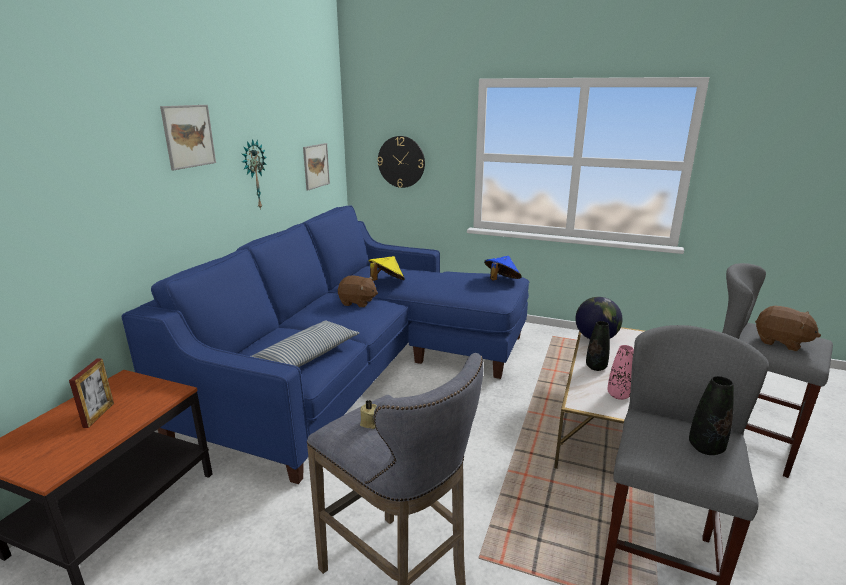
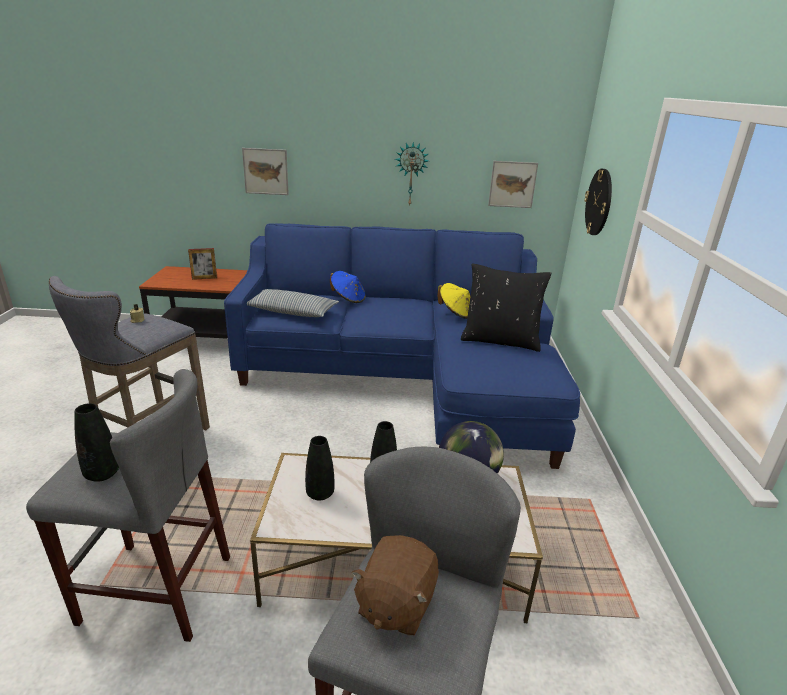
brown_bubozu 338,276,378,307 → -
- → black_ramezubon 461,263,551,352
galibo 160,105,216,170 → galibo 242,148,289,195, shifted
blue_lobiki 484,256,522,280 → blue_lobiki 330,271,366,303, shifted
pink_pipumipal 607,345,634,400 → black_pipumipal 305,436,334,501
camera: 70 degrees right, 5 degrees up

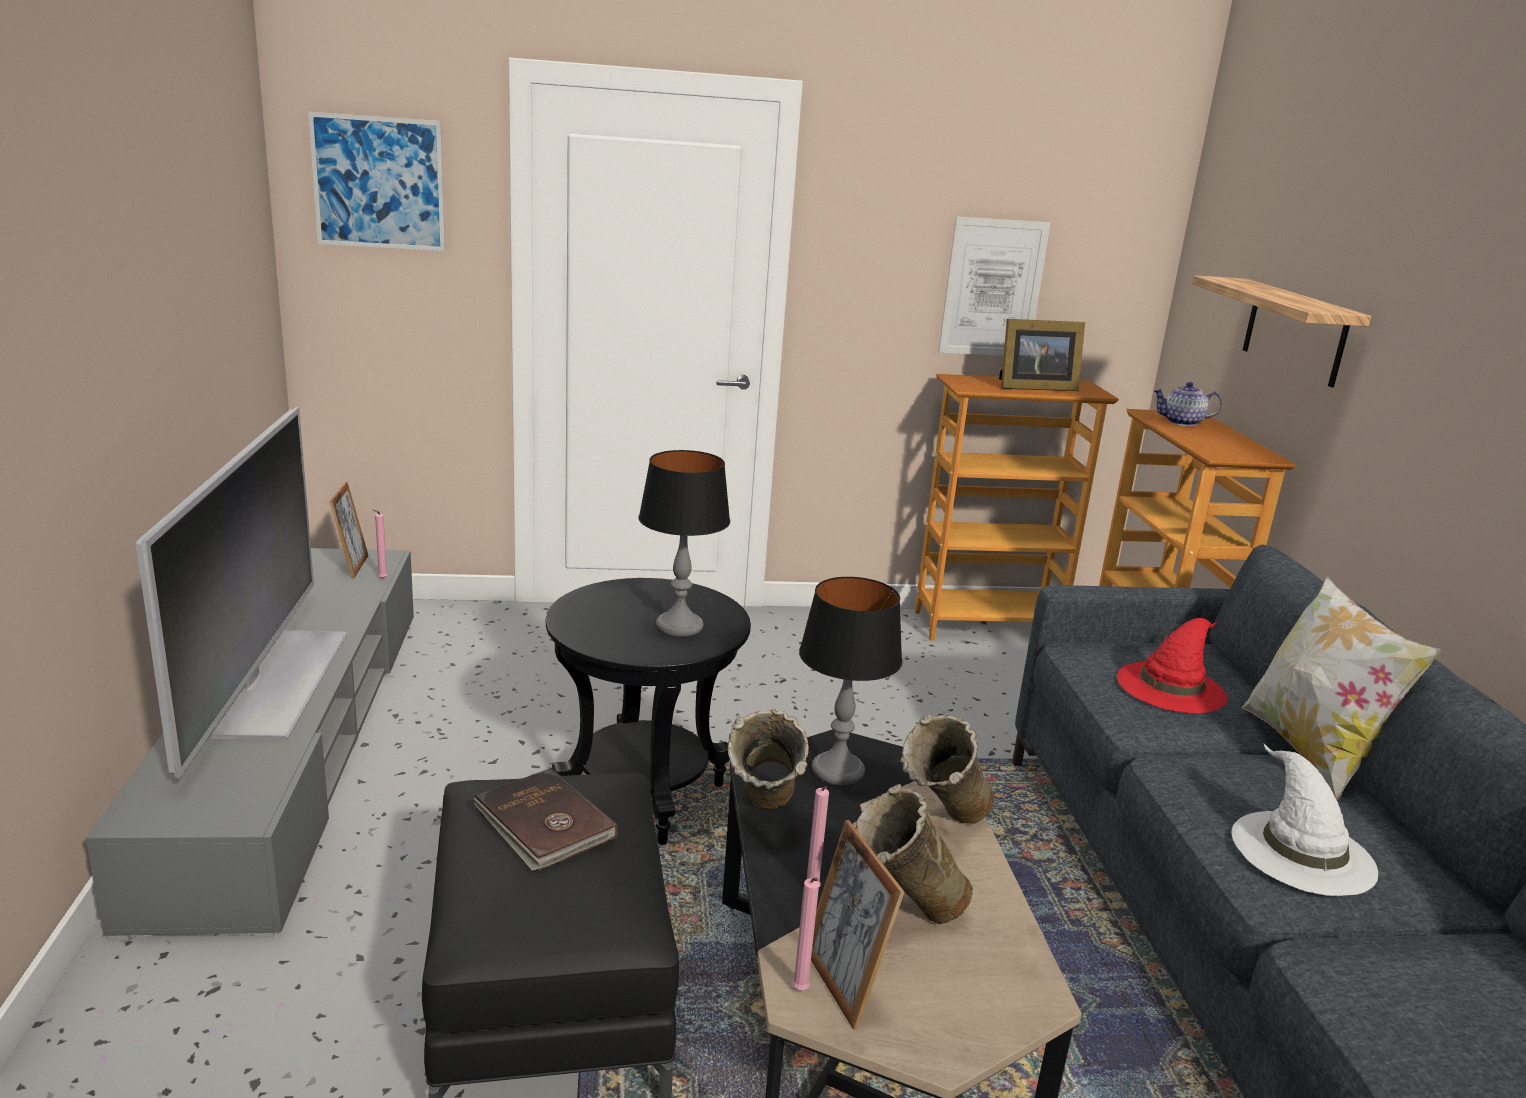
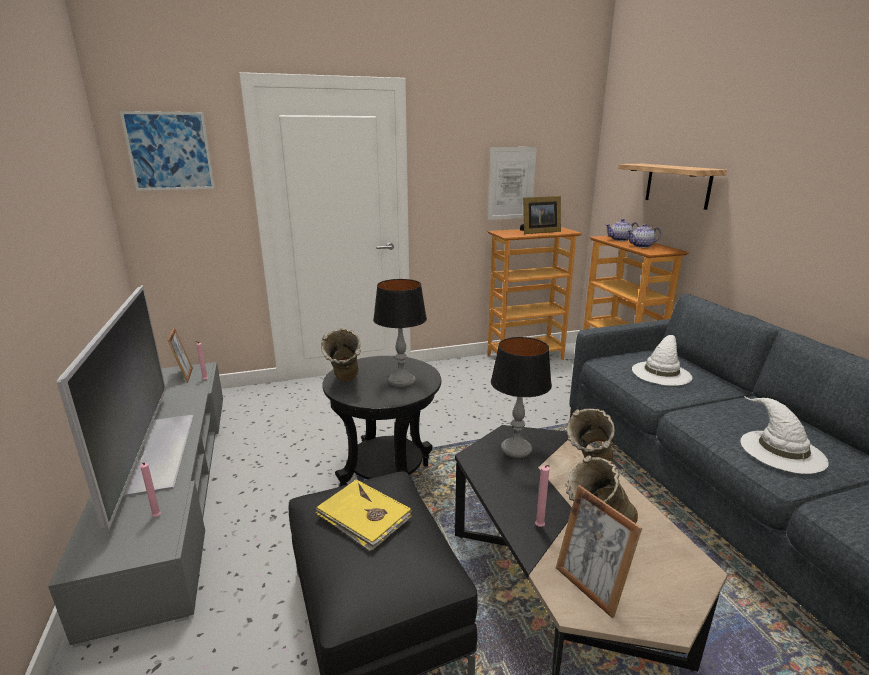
ramezubon 1241,576,1441,801 → -
- → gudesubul 627,224,661,248
beige_pipumipal 728,709,809,809 → beige_pipumipal 321,328,361,381, shifted
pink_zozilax 792,878,819,990 → pink_zozilax 140,462,161,517, shifted
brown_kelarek 474,768,618,871 → yellow_kelarek 316,480,412,551
red_lobiki 1117,618,1227,713 → white_lobiki 632,335,692,386
camera: 10 degrees left, 0 degrees up

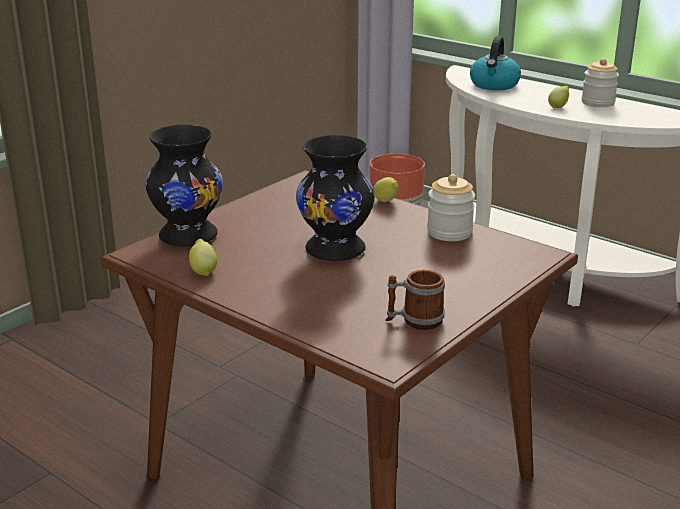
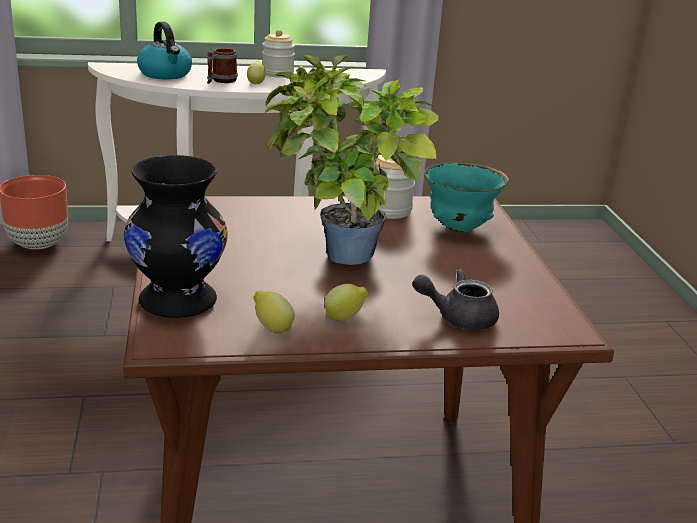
- → grey_gudesubul 412,269,499,330
- → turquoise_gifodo 424,162,510,232
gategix 374,177,399,202 → gategix 324,284,369,321, shifted
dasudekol 385,270,445,330 → dasudekol 207,48,238,84, shifted
black_pipumipal 296,135,375,261 → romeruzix 265,55,438,265
camera: 50 degrees left, 0 degrees up

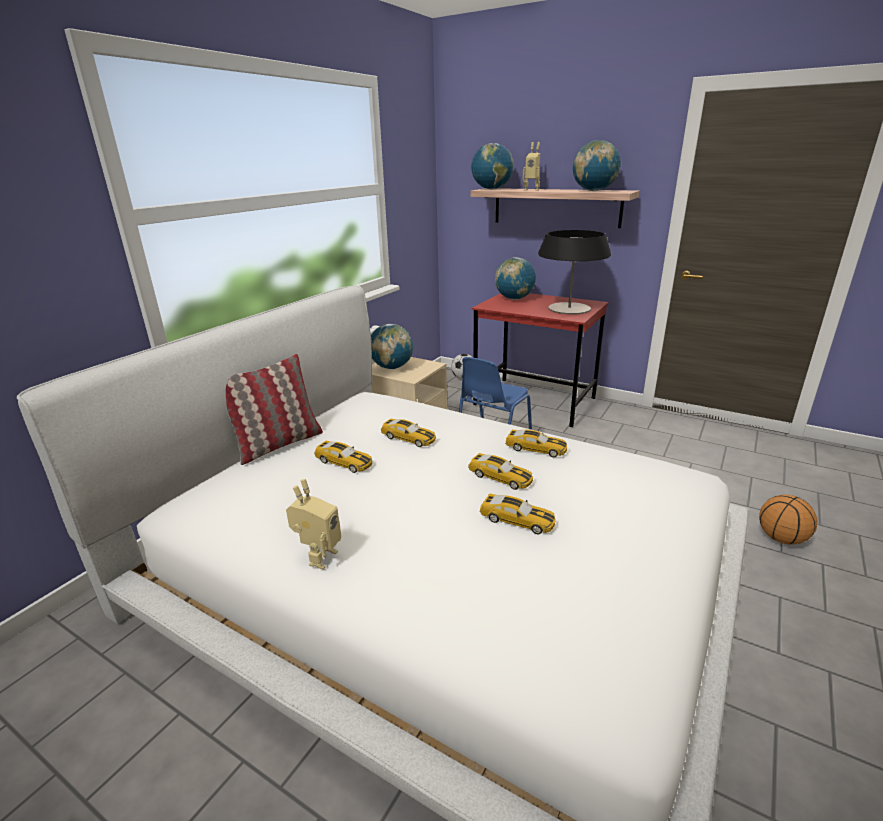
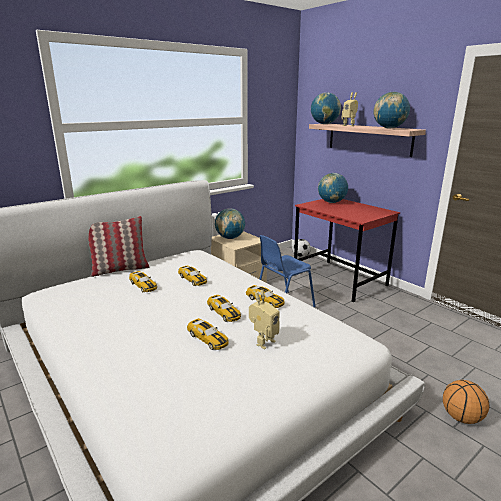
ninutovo 538,230,611,314 → -
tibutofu 286,479,341,570 → tibutofu 249,290,280,349, shifted
camera: 20 degrees right, 5 degrees down

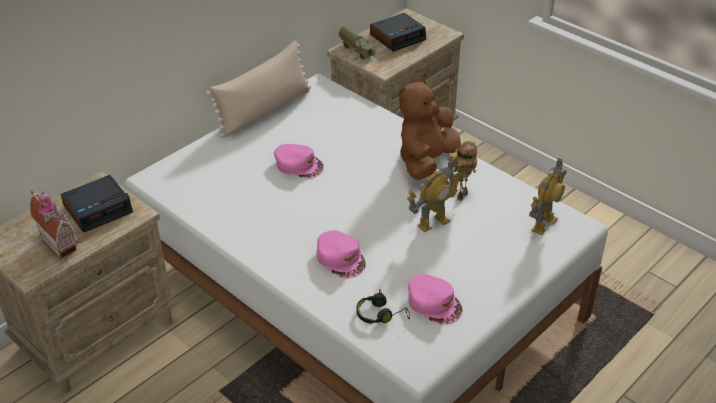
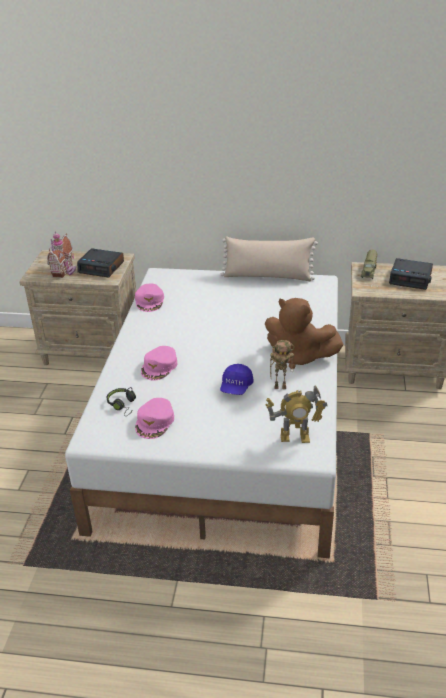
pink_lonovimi 274,144,324,179 → pink_lonovimi 135,284,164,312, shifted
tibutofu 407,160,463,232 → blue_lonovimi 220,364,254,395
brown_bubozu 399,77,461,180 → brown_bubozu 265,298,344,369, 150 degrees counterclockwise
camera: 55 degrees right, 5 degrees down

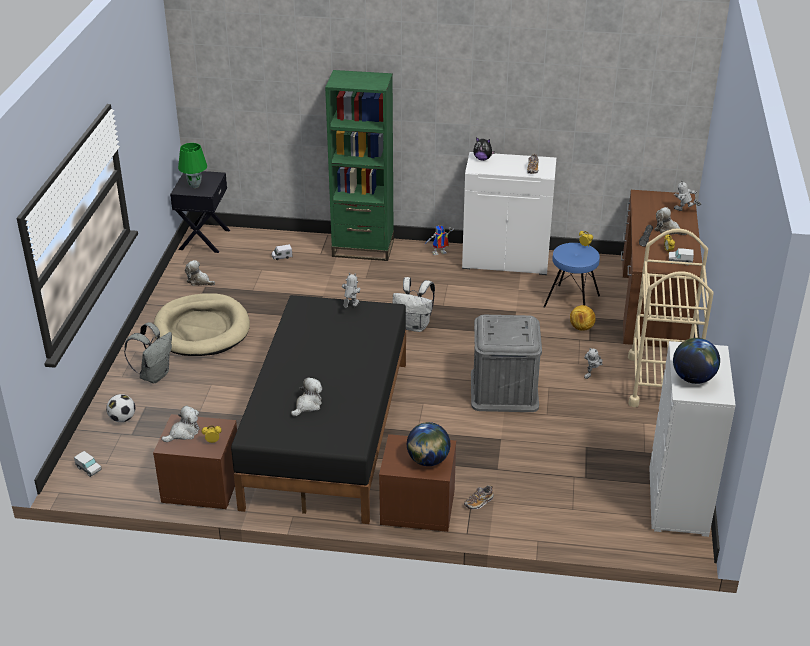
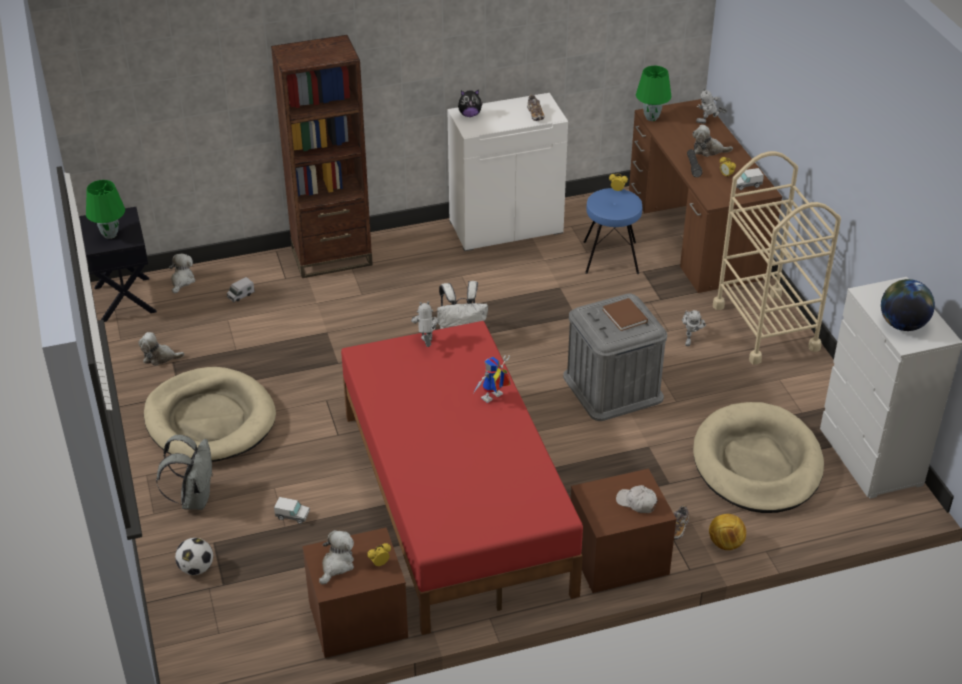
- → brown_kelarek 602,298,648,331
- → green_ninutovo 636,66,672,121
- → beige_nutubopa 693,402,824,513
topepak 74,451,102,477 → topepak 274,497,310,524, shifted
bubozu 291,377,322,416 → bubozu 169,254,196,294, shifted
tibutofu 424,226,454,255 → tibutofu 473,355,510,403, shifted
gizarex 570,305,596,331 → gizarex 709,514,746,550, shifted
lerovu 407,422,450,466 → white_lonovimi 616,485,658,513
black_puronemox 231,295,406,524 → red_puronemox 341,321,583,635
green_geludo 325,70,394,261 → brown_geludo 271,35,373,278
camera: 25 degrees left, 5 degrees up

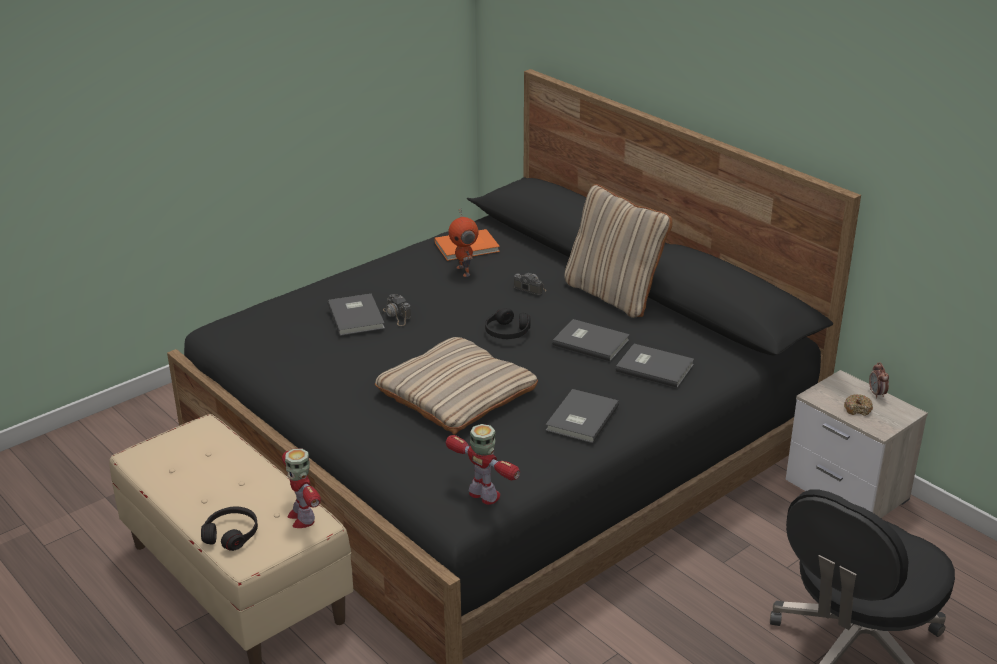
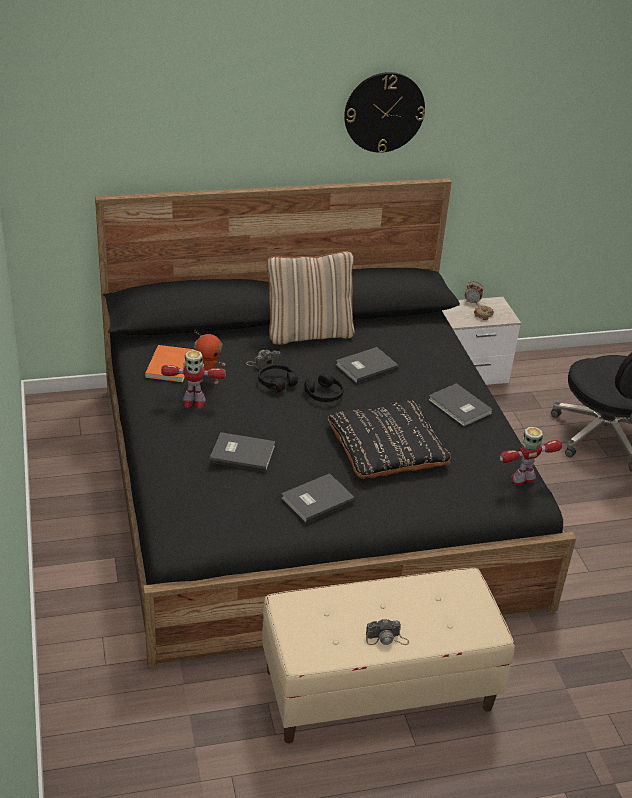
- → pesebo 344,72,425,153
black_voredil 201,506,258,551 → black_voredil 258,364,298,392, shifted
tibutofu 282,448,321,528 → tibutofu 161,350,226,408, shifted
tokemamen 383,294,411,326 → tokemamen 366,618,409,645, shifted
grey_kelarek 616,344,694,388 → grey_kelarek 282,473,355,523, shifted
beige_ramezubon 375,337,538,435 → black_ramezubon 328,400,451,479
camera: 65 degrees left, 5 degrees up

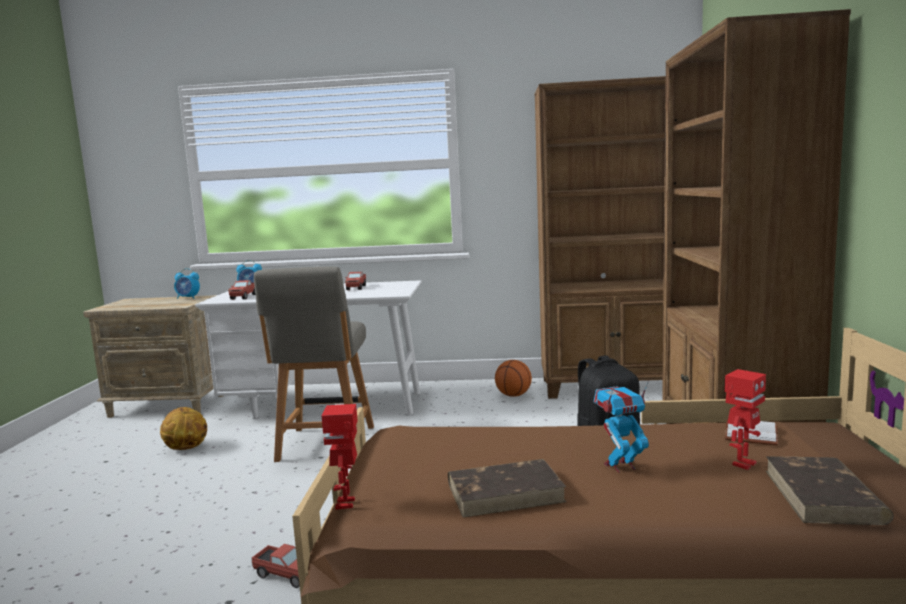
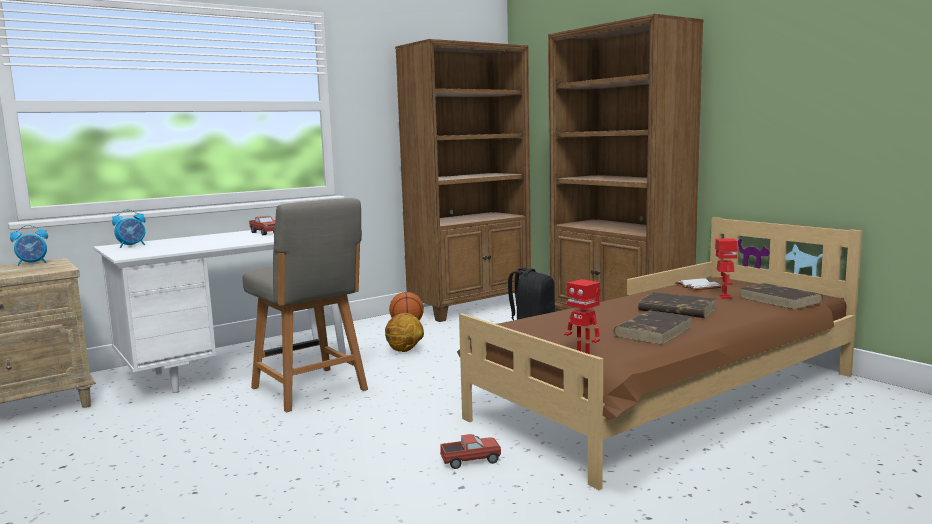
topepak 228,280,256,300 → -
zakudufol 160,407,207,450 → zakudufol 385,313,424,352, shifted
tibutofu 593,382,649,473 → brown_kelarek 638,292,717,318
camera: 40 degrees left, 0 degrees up

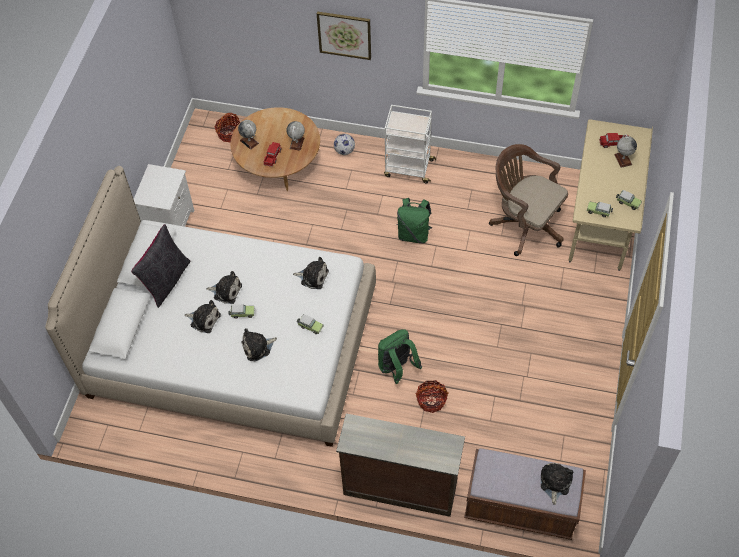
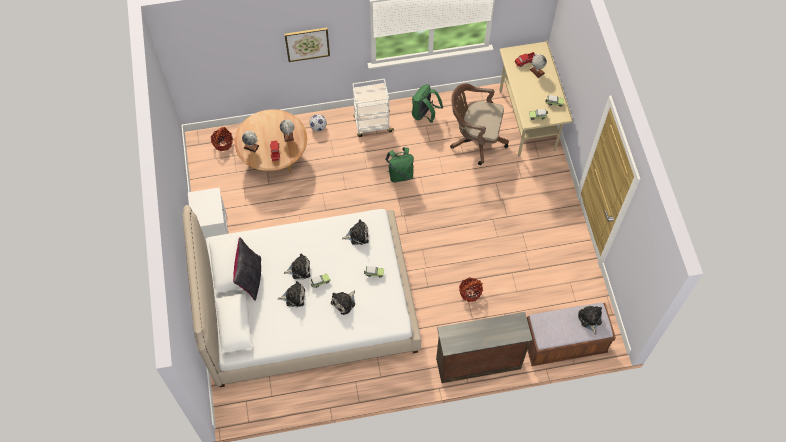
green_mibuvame 378,329,422,384 → green_mibuvame 412,84,443,123, shifted
camera: 25 degrees left, 5 degrees up

